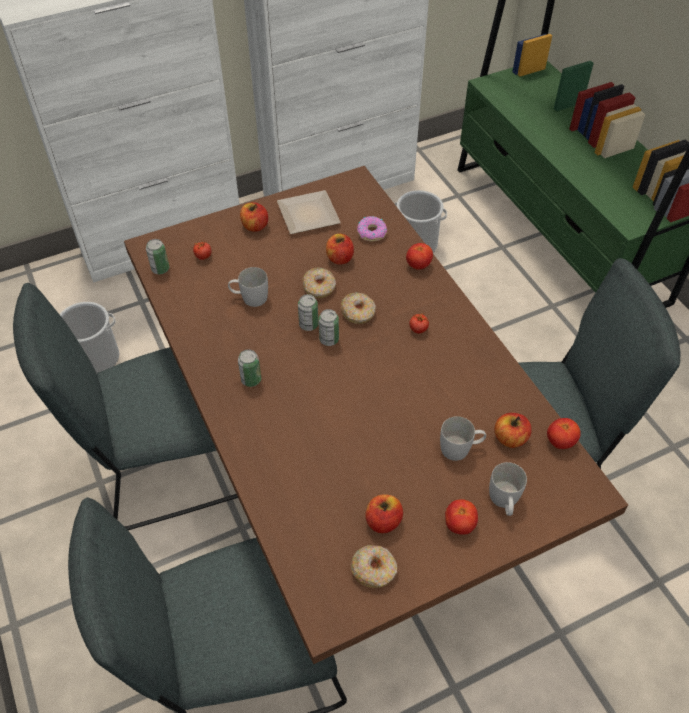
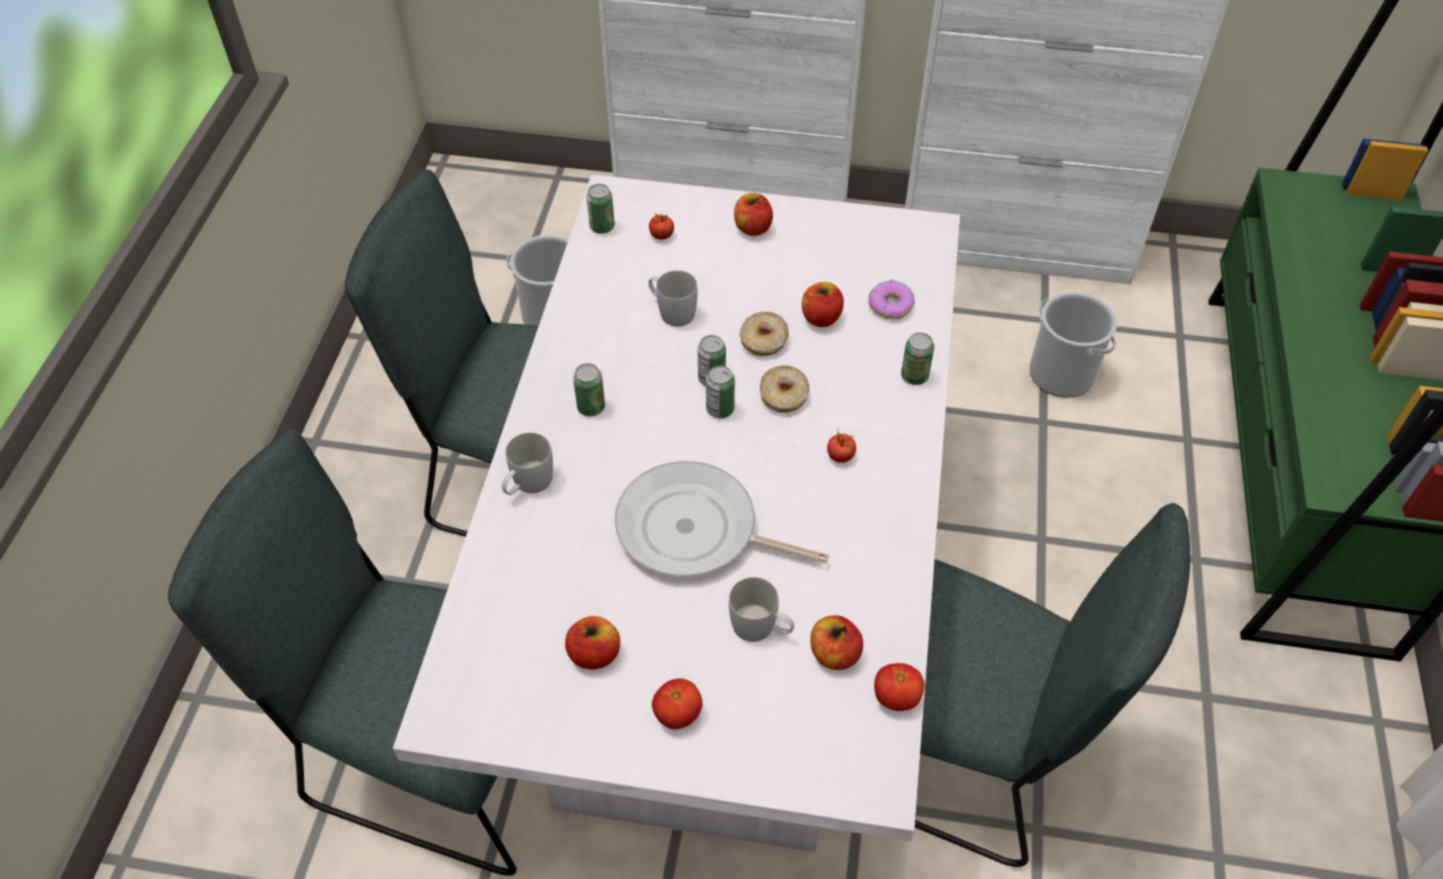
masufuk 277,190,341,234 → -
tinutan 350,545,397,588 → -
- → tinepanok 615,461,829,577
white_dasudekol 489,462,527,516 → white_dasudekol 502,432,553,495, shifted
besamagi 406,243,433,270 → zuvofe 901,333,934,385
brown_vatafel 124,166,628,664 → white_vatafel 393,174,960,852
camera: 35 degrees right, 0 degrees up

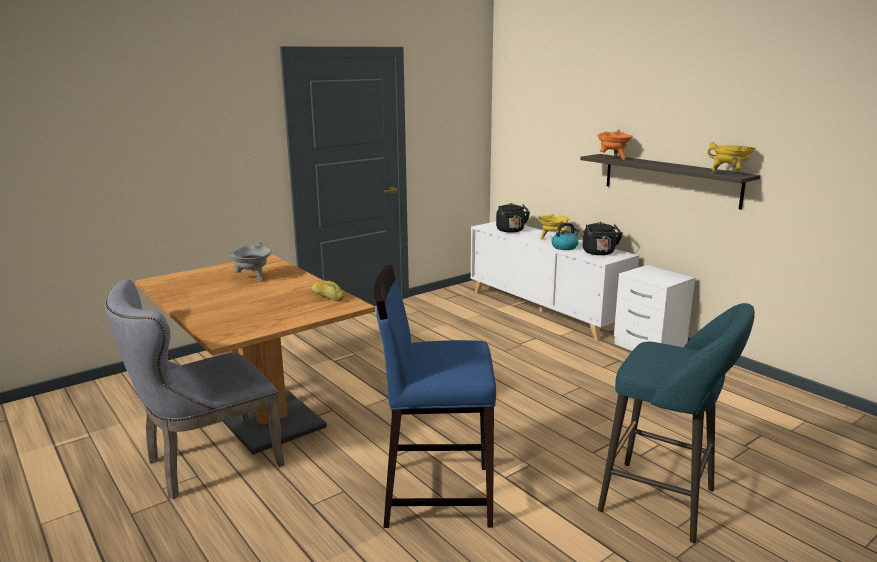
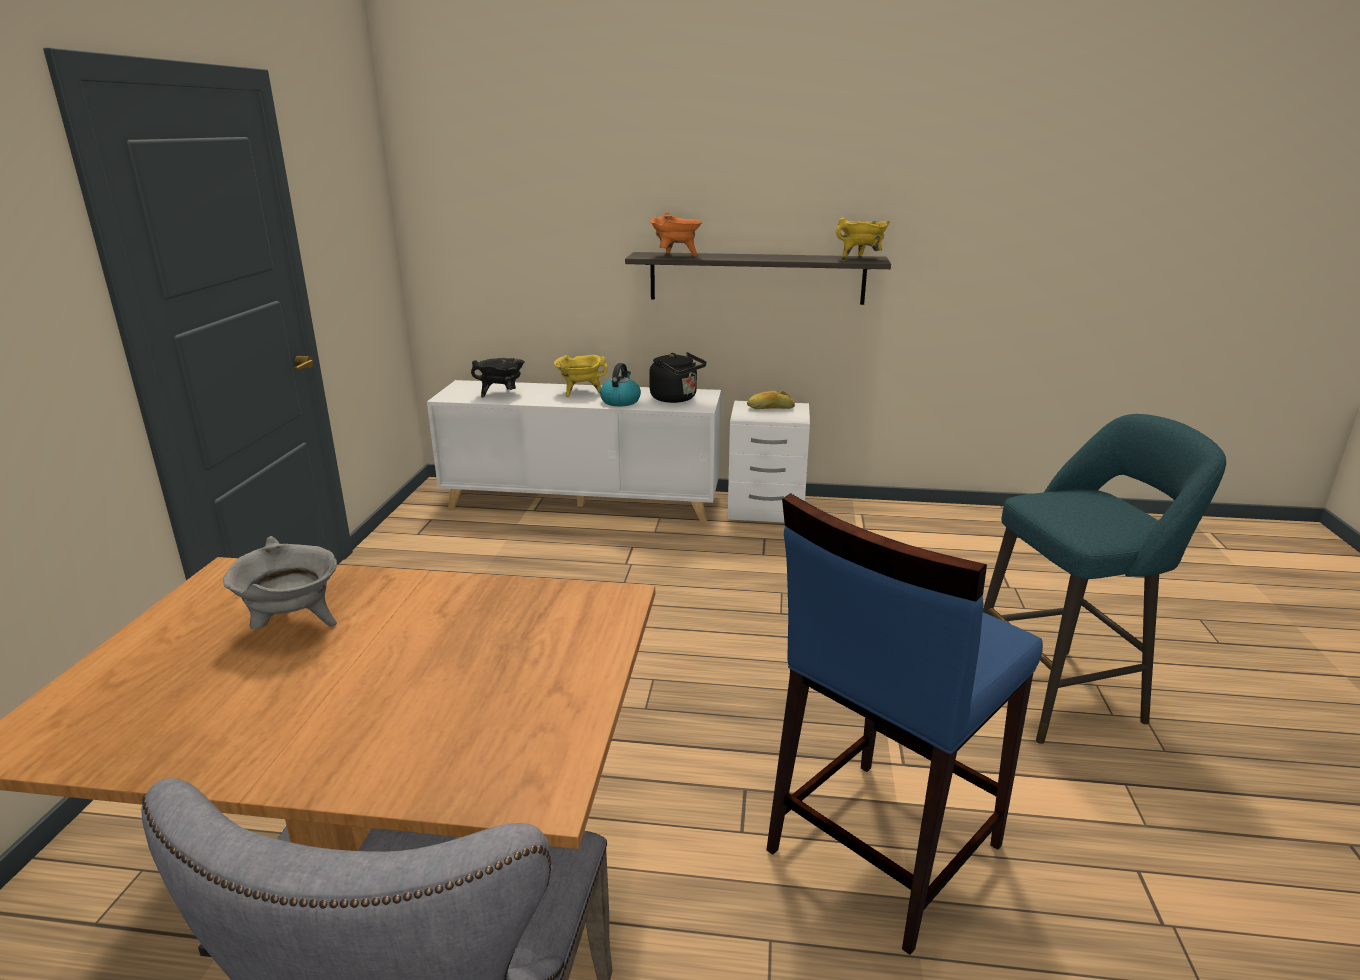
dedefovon 312,281,344,302 → dedefovon 747,391,795,409, shifted
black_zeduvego 496,203,530,233 → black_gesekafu 471,358,525,398
camera: 45 degrees left, 5 degrees up

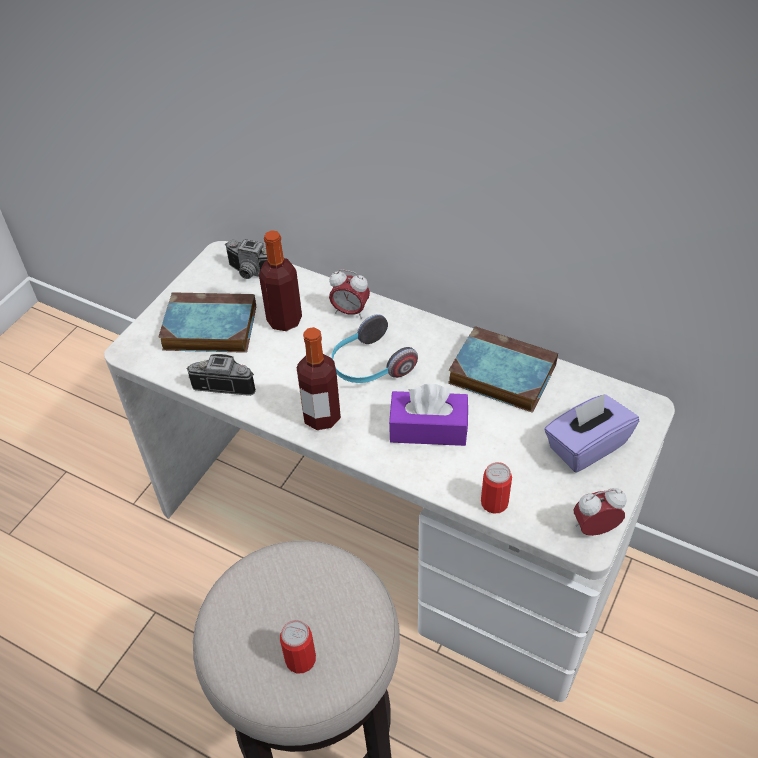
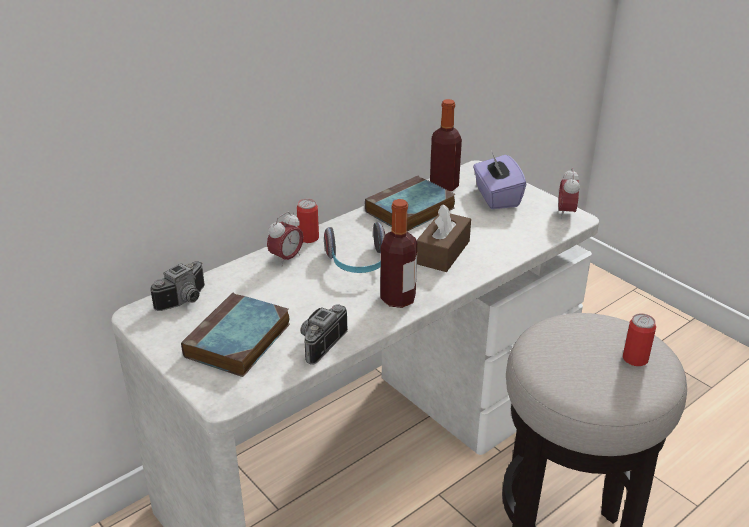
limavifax 259,230,302,331 → limavifax 430,99,462,191, shifted
zuvofe 481,462,512,514 → zuvofe 297,199,319,243, shifted
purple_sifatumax 389,384,468,446 → brown_sifatumax 417,205,471,272
camera: 70 degrees left, 15 degrees down

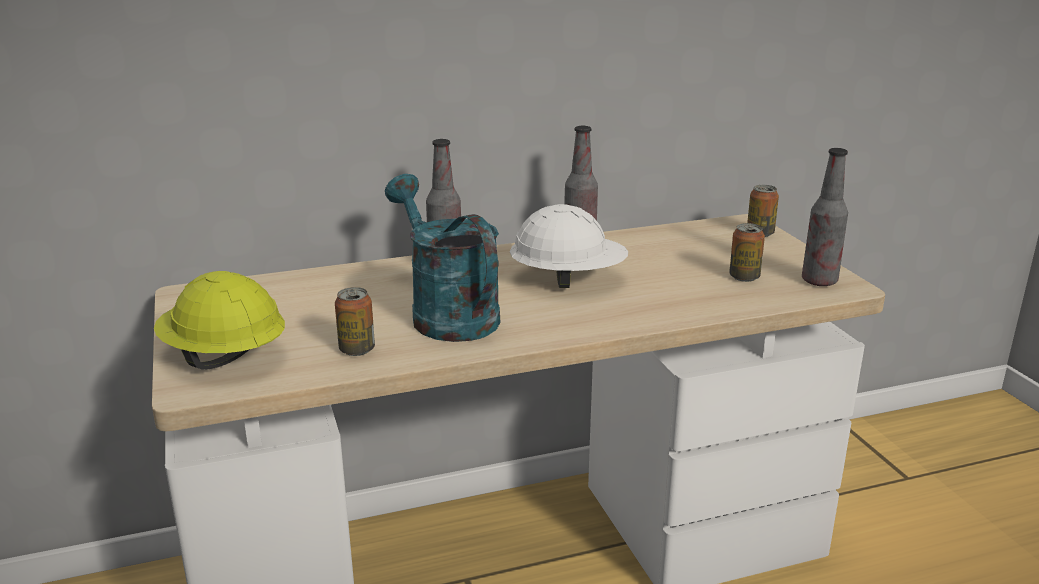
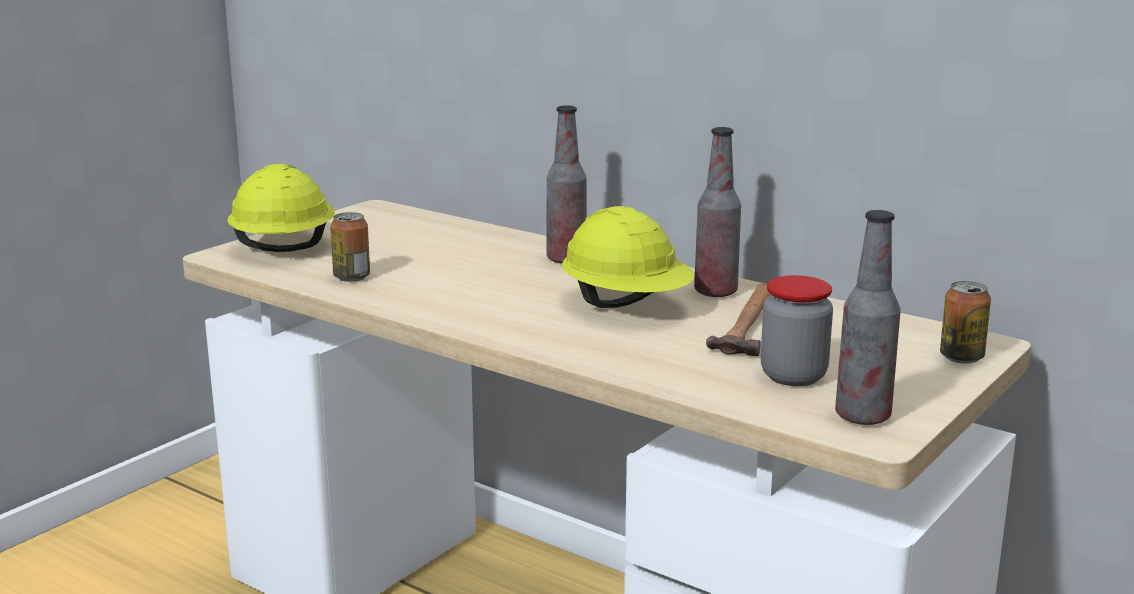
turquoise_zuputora 385,174,500,342 → -
- → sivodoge 706,283,771,356
zuvofe 729,223,765,282 → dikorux 761,275,833,386
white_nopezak 510,204,628,288 → yellow_nopezak 562,206,694,308
camera: 55 degrees right, 5 degrees down

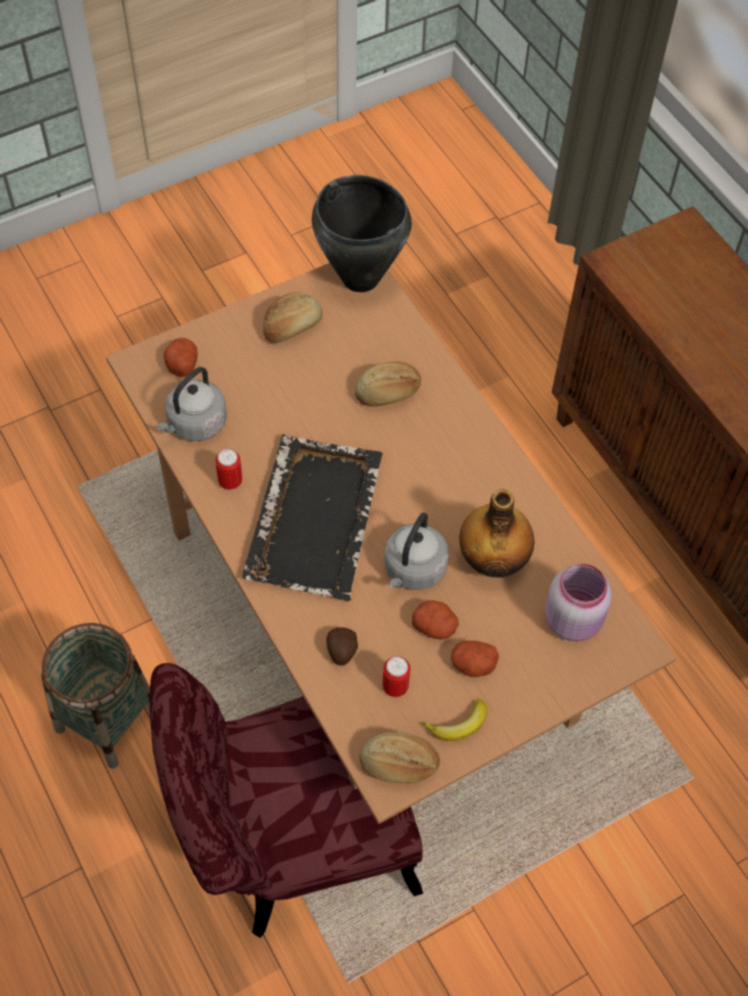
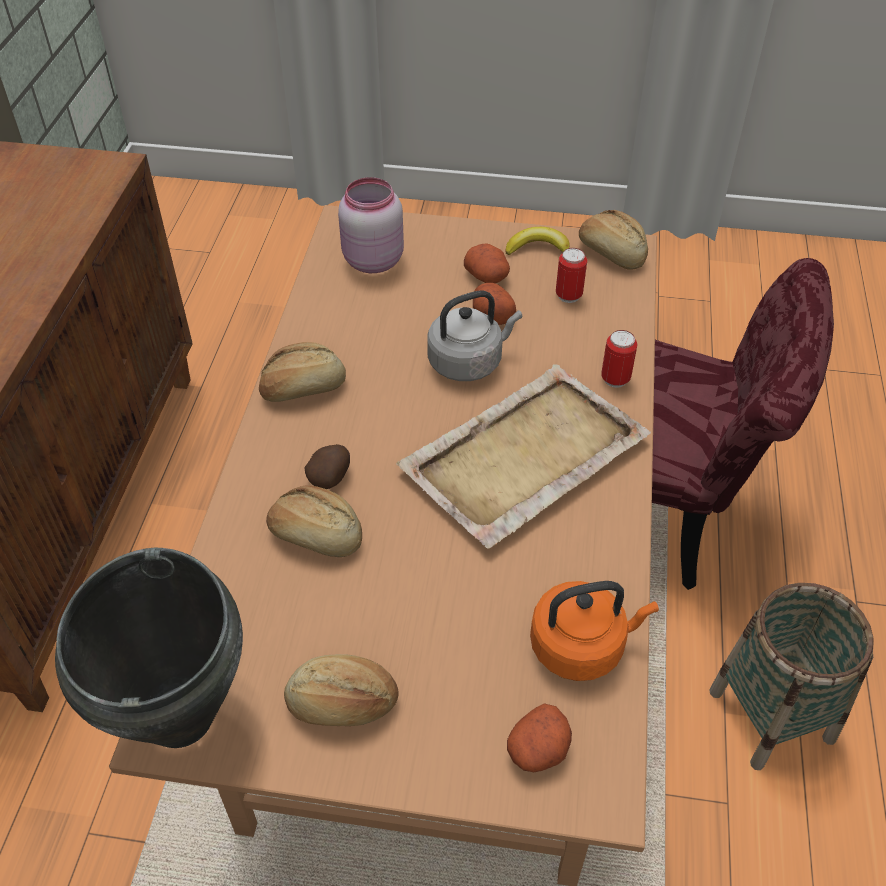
limavifax 459,489,534,578 → -
- → dedefovon 259,342,346,402
zuvofe 215,449,242,490 → zuvofe 601,330,637,388, shifted
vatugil 326,627,358,666 → vatugil 304,444,350,489, shifted
grey_zeduvego 156,367,227,441 → orange_zeduvego 530,581,659,681
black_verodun 242,434,383,602 → beige_verodun 396,364,651,549
camera: 140 degrees left, 10 degrees down

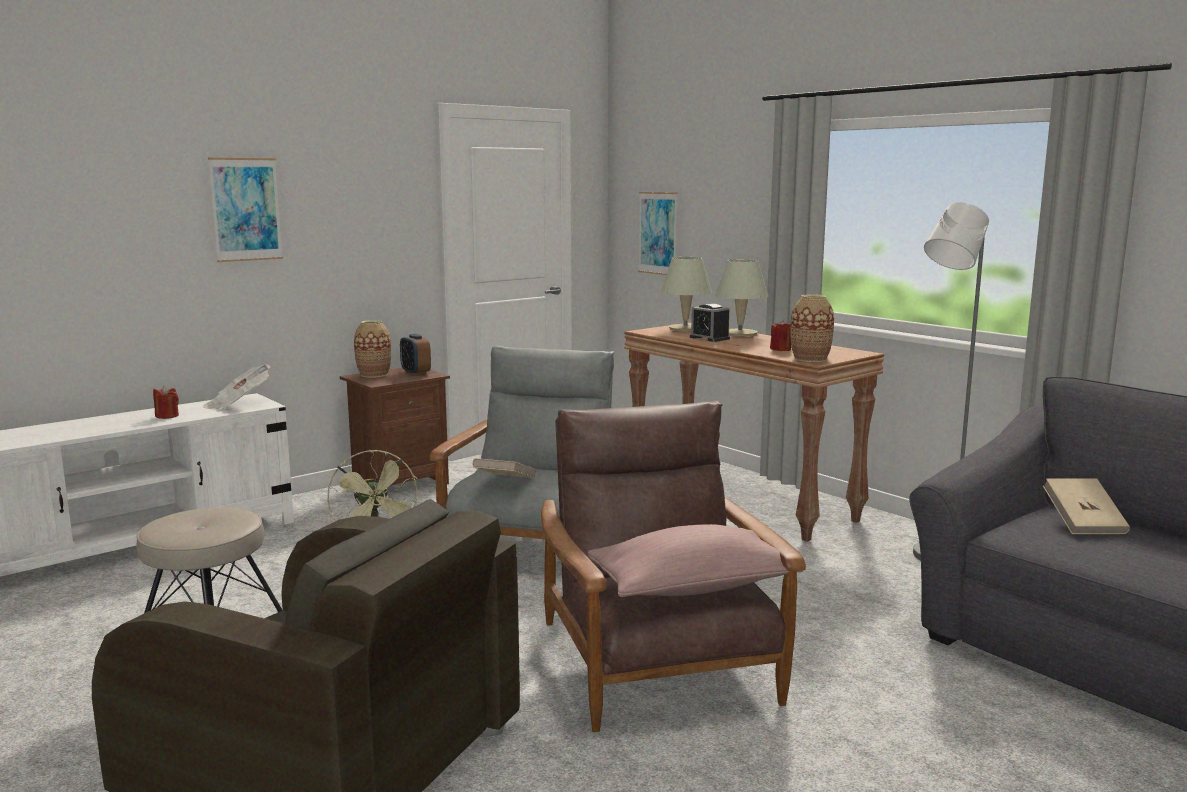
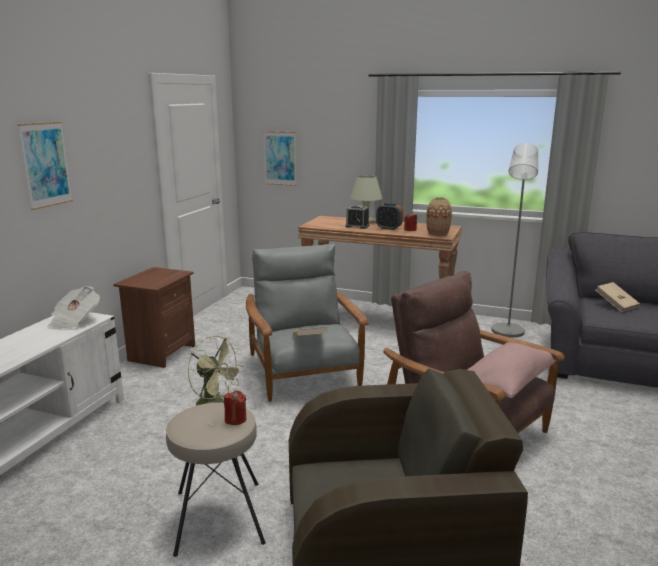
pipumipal 354,320,391,378 → -
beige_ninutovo 661,257,712,332 → -
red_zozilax 153,386,179,419 → red_zozilax 223,390,246,425, shifted
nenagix 400,334,431,375 → nenagix 376,203,403,230, shifted
camera: 30 degrees left, 5 degrees up

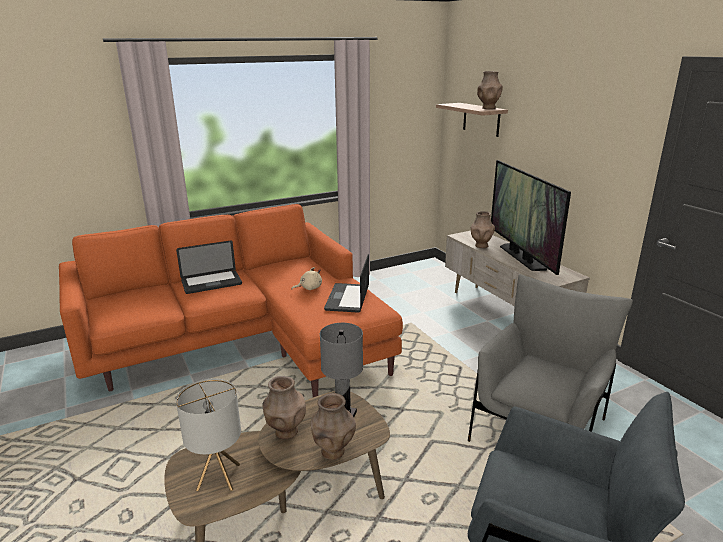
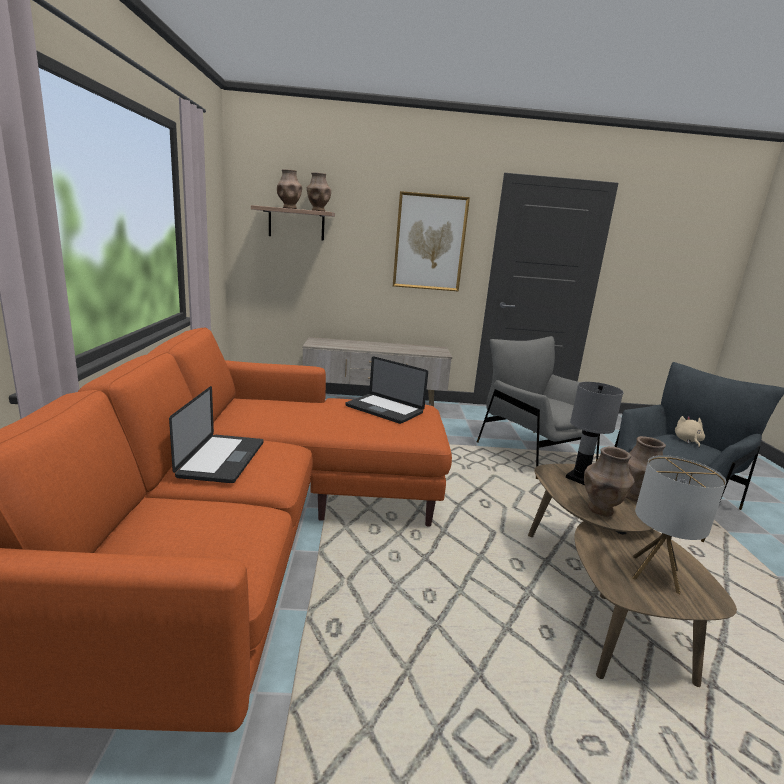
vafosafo 491,160,571,275 → -
- → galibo 393,191,470,292
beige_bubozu 291,267,322,290 → beige_bubozu 675,416,705,448, shifted
brown_pipumipal 471,211,495,248 → brown_pipumipal 277,169,302,209, shifted
camera: 65 degrees left, 5 degrees down

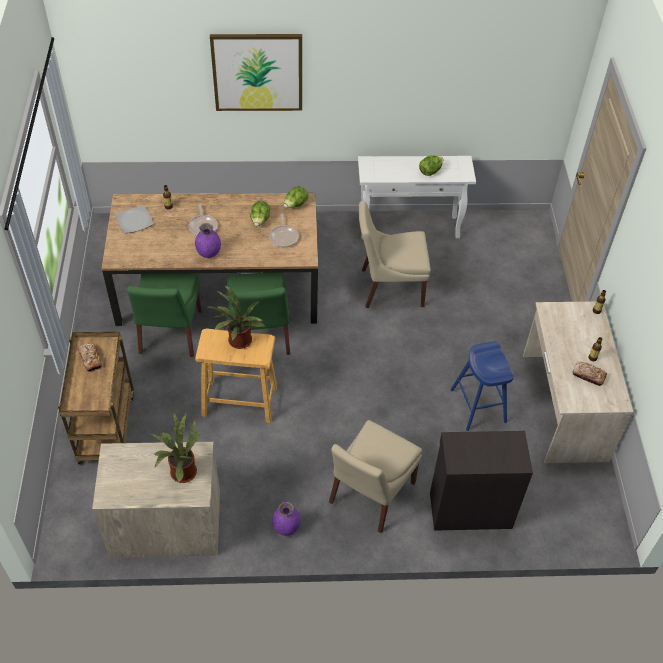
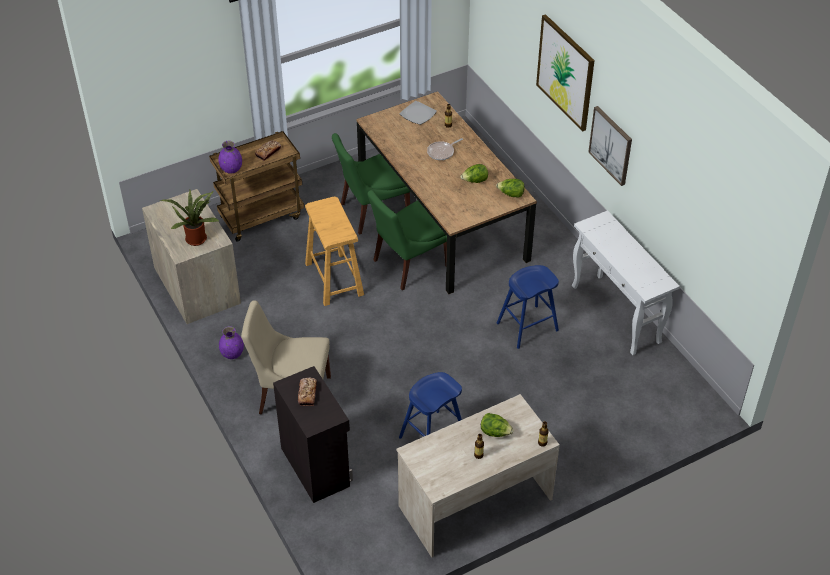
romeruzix 205,285,264,349 → -
tinepanok 270,214,299,247 → -
- → galibo 588,106,632,186
purple_pipumipal 195,223,221,258 → purple_pipumipal 218,140,242,174, shifted
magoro 419,155,443,176 → magoro 481,413,513,437, shifted
dedefovon 573,362,607,386 → dedefovon 298,378,317,406, shifted
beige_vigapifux 359,201,431,308 → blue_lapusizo 497,265,559,349
camera: 65 degrees right, 5 degrees down

